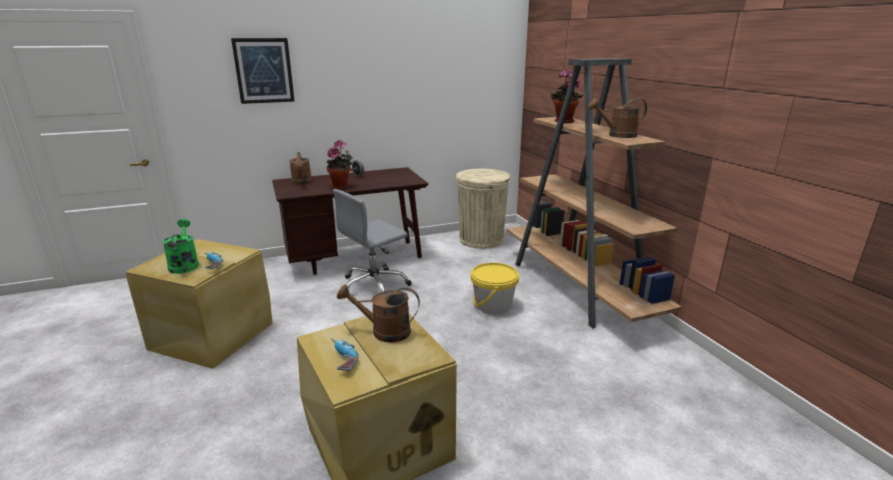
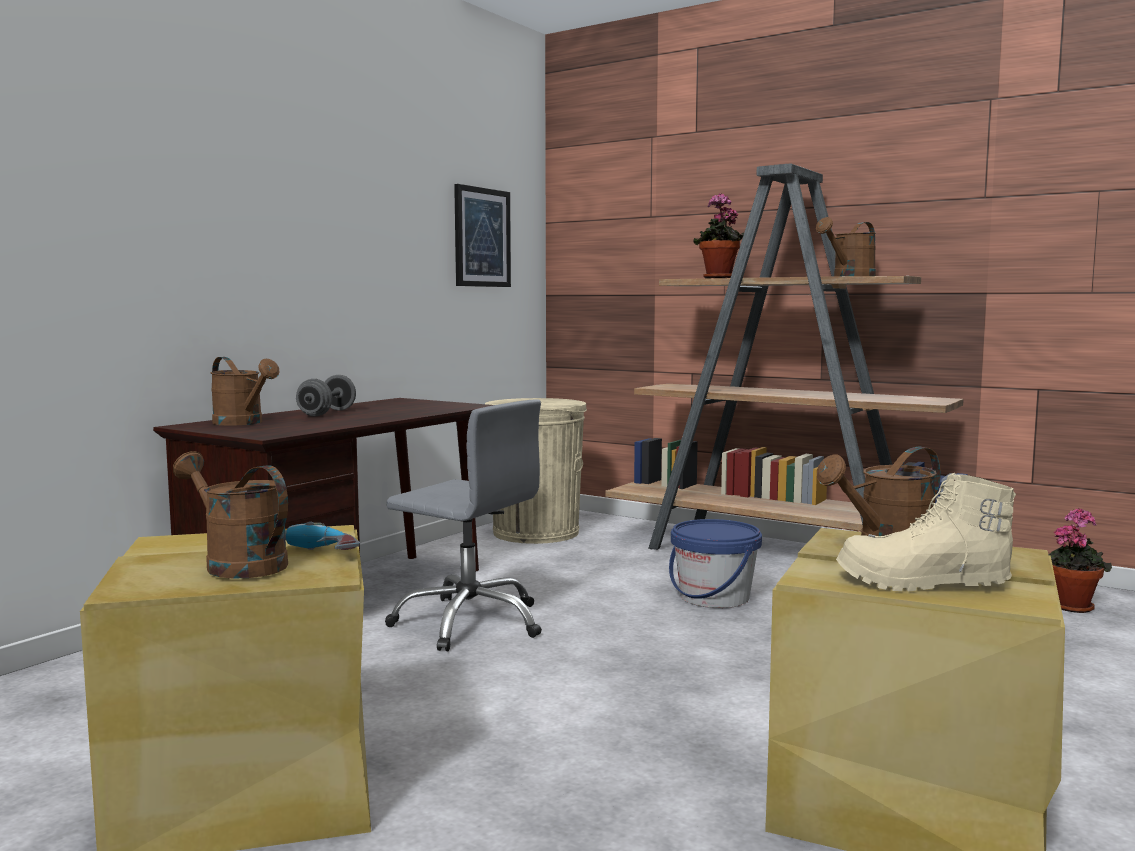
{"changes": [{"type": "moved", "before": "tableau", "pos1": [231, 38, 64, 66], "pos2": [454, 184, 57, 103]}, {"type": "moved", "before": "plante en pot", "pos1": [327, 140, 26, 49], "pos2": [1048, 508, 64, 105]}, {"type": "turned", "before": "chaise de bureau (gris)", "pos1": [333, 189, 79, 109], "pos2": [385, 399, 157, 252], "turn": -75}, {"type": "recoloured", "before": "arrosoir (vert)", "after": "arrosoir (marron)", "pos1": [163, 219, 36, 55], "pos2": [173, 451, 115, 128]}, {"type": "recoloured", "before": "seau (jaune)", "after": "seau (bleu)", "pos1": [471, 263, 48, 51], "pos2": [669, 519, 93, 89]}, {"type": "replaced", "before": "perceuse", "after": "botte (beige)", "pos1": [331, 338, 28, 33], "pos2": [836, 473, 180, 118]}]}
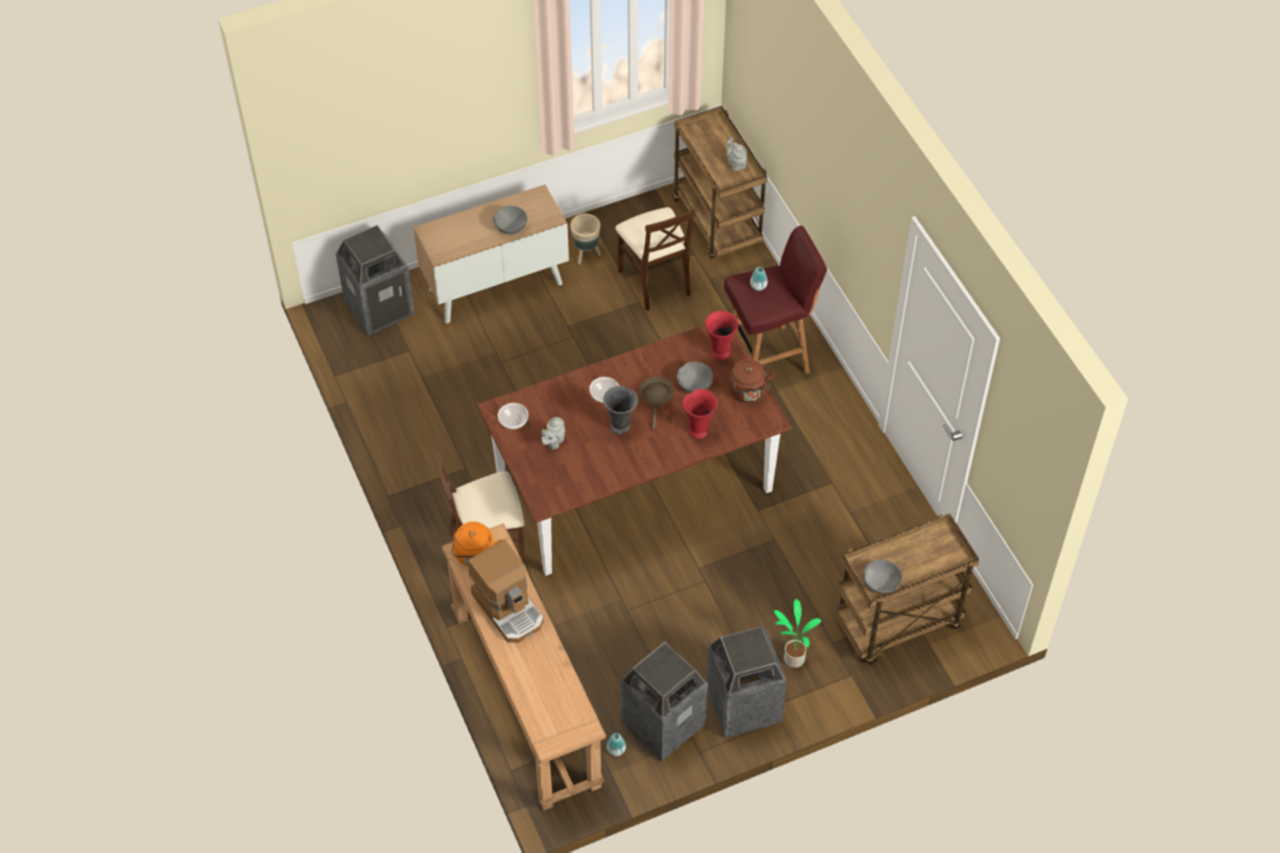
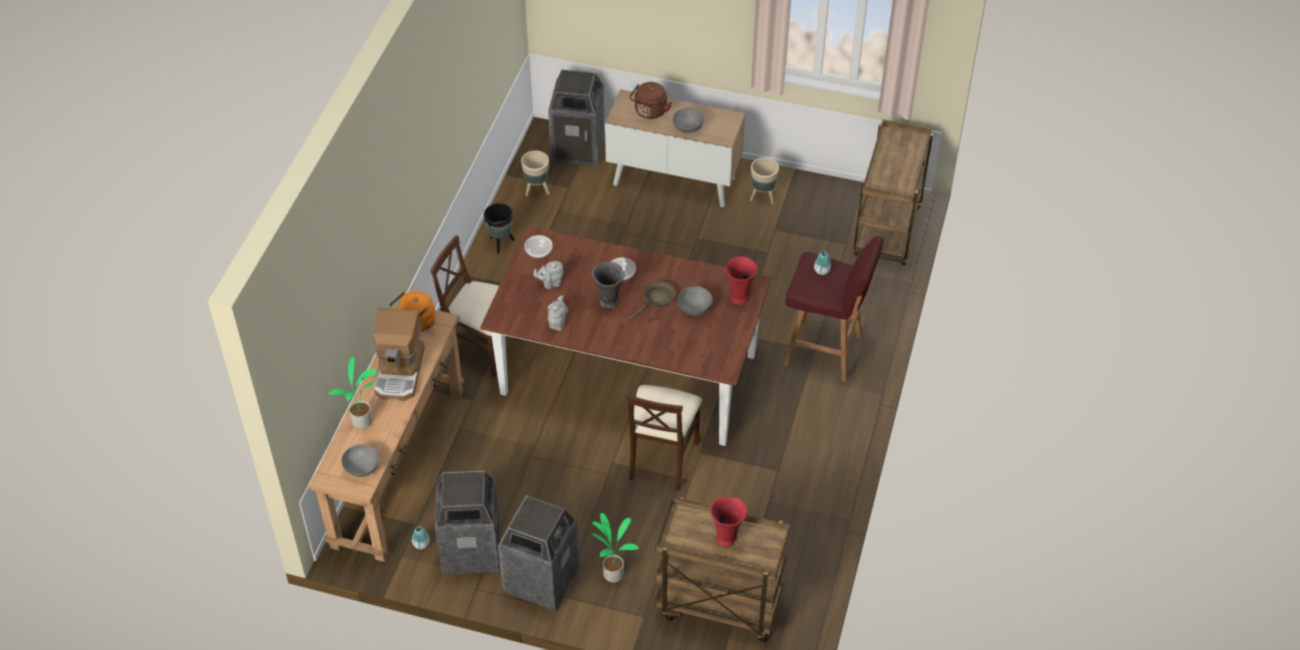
{"changes": [{"type": "moved", "before": "théière (gris)", "pos1": [726, 137, 21, 34], "pos2": [548, 295, 20, 36]}, {"type": "moved", "before": "chaise (beige)", "pos1": [615, 207, 80, 104], "pos2": [626, 385, 76, 105]}, {"type": "moved", "before": "bouilloire (marron)", "pos1": [729, 359, 46, 44], "pos2": [629, 82, 43, 37]}, {"type": "moved", "before": "vase (rouge)", "pos1": [683, 389, 35, 50], "pos2": [710, 497, 37, 50]}, {"type": "moved", "before": "bol (gris)", "pos1": [863, 559, 39, 35], "pos2": [342, 444, 37, 33]}, {"type": "added", "after": "cache-pot (beige)", "pos2": [521, 151, 29, 46]}, {"type": "added", "after": "cache-pot (noir)", "pos2": [484, 203, 30, 51]}, {"type": "added", "after": "plante en pot", "pos2": [329, 356, 48, 73]}]}
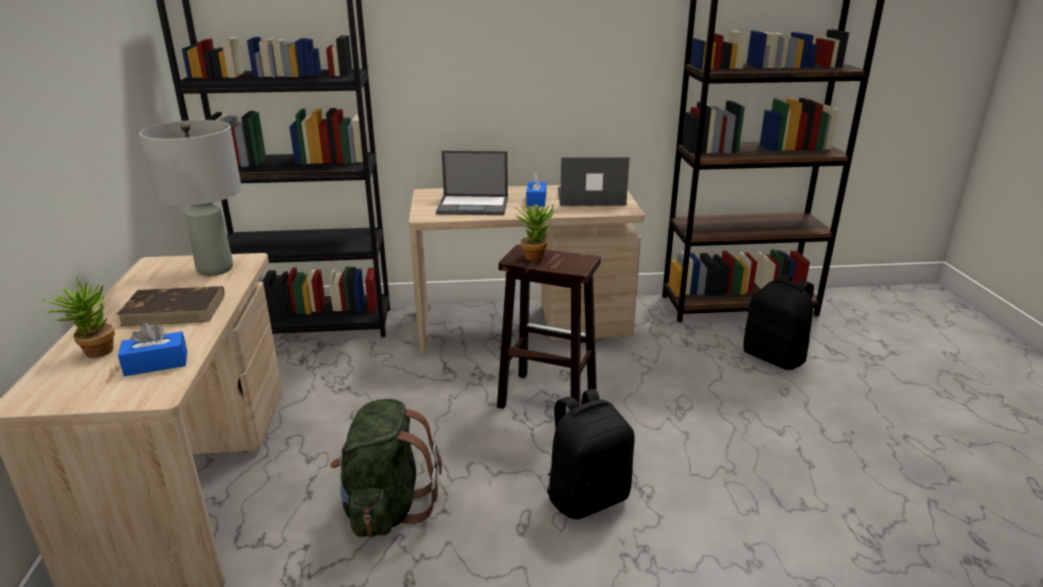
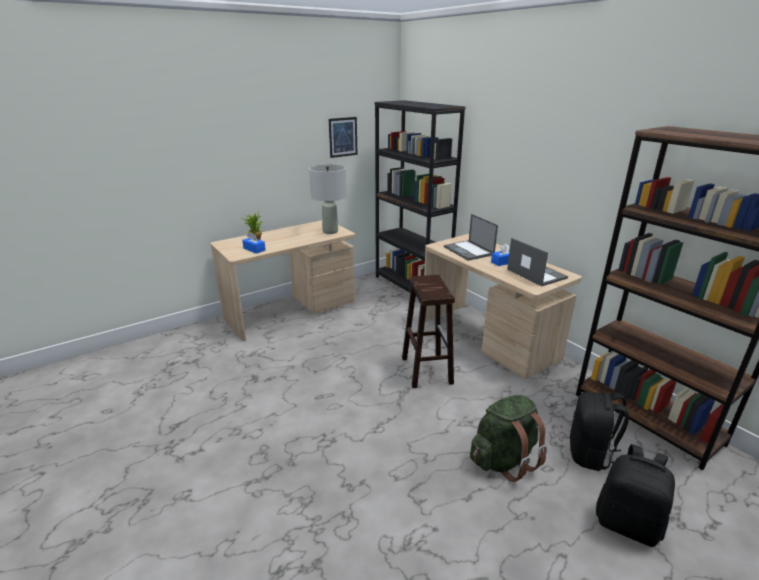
{"changes": [{"type": "removed", "before": "plante en pot", "pos1": [514, 204, 41, 57]}, {"type": "removed", "before": "livre (marron)", "pos1": [117, 286, 108, 40]}, {"type": "moved", "before": "sac à dos (noir)", "pos1": [547, 389, 87, 130], "pos2": [596, 444, 79, 103]}, {"type": "moved", "before": "sac à dos (vert)", "pos1": [330, 399, 112, 138], "pos2": [470, 395, 77, 87]}, {"type": "added", "after": "tableau", "pos2": [329, 117, 29, 41]}]}
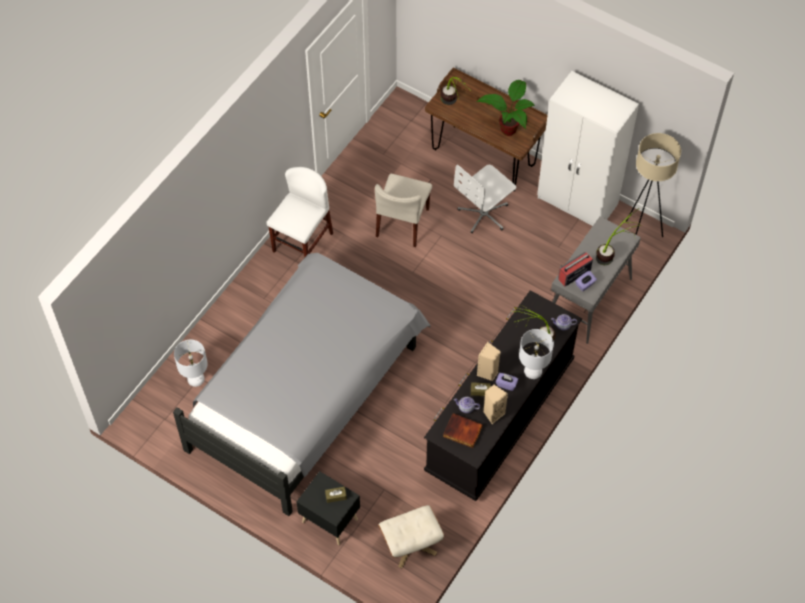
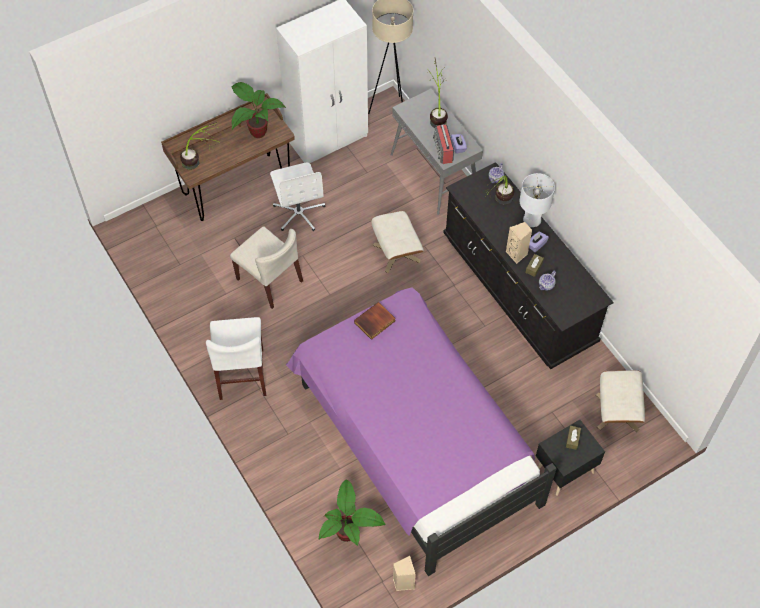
{"changes": [{"type": "turned", "before": "chaise (blanc)", "pos1": [266, 167, 67, 91], "pos2": [206, 317, 60, 83], "turn": -150}, {"type": "recoloured", "before": "lit (gris)", "after": "lit (violet)", "pos1": [173, 253, 258, 263], "pos2": [286, 287, 271, 289]}, {"type": "replaced", "before": "lampe de table (blanc)", "after": "plante en pot", "pos1": [174, 340, 34, 47], "pos2": [318, 479, 68, 67]}, {"type": "moved", "before": "enceinte (beige)", "pos1": [483, 385, 25, 39], "pos2": [393, 556, 23, 35]}, {"type": "moved", "before": "livre", "pos1": [443, 413, 40, 35], "pos2": [354, 302, 42, 38]}, {"type": "added", "after": "pouf (beige)", "pos2": [371, 211, 53, 62]}]}
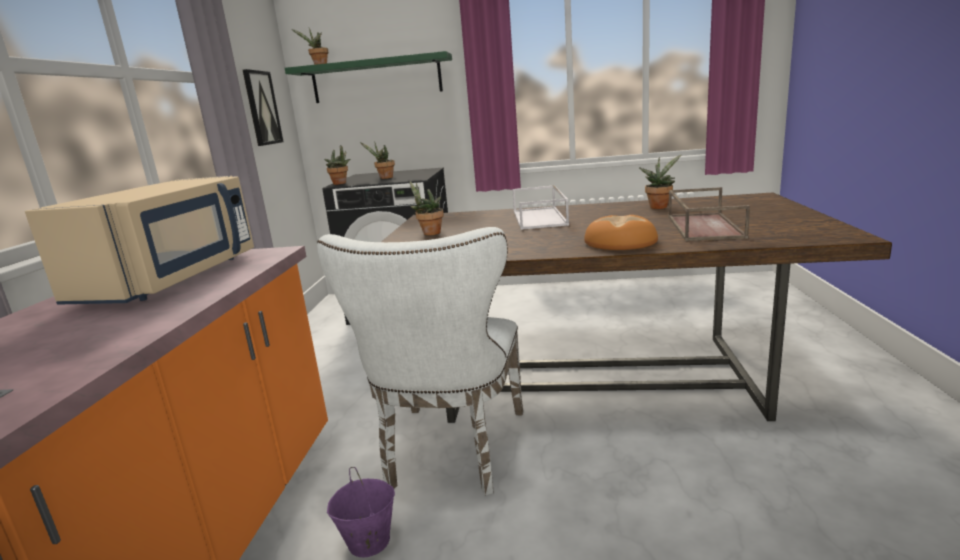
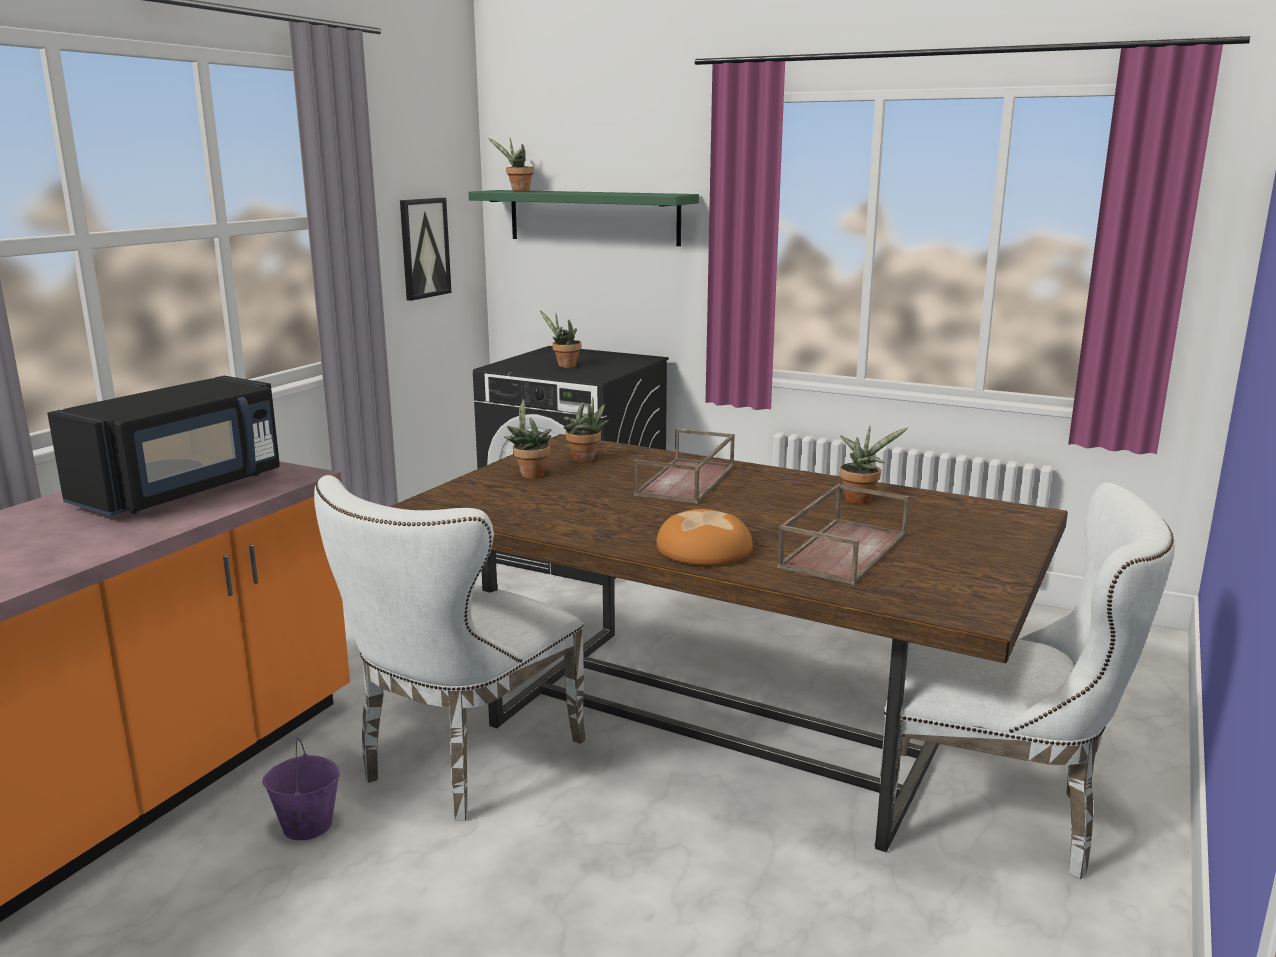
{"changes": [{"type": "moved", "before": "plante en pot", "pos1": [325, 145, 25, 40], "pos2": [564, 397, 45, 65]}, {"type": "recoloured", "before": "micro-ondes (beige)", "after": "micro-ondes (noir)", "pos1": [25, 176, 229, 129], "pos2": [47, 376, 233, 140]}, {"type": "recoloured", "before": "plateau (blanc)", "after": "plateau (marron)", "pos1": [512, 185, 57, 45], "pos2": [634, 429, 101, 75]}, {"type": "added", "after": "chaise (blanc)", "pos2": [874, 483, 301, 396]}]}
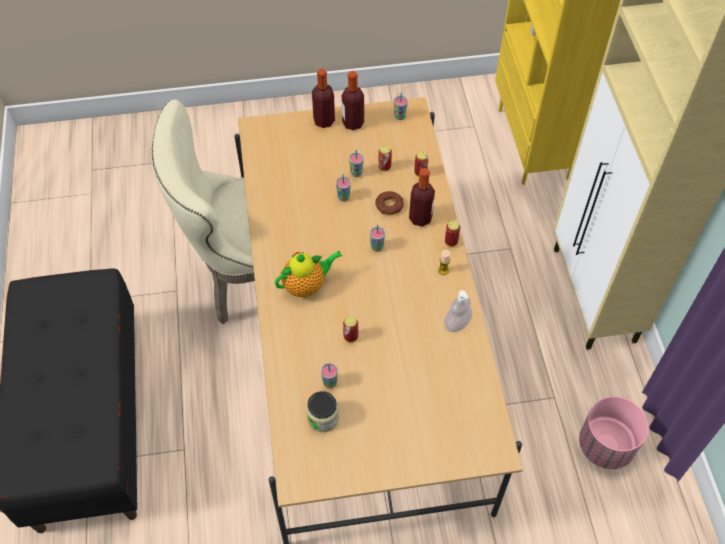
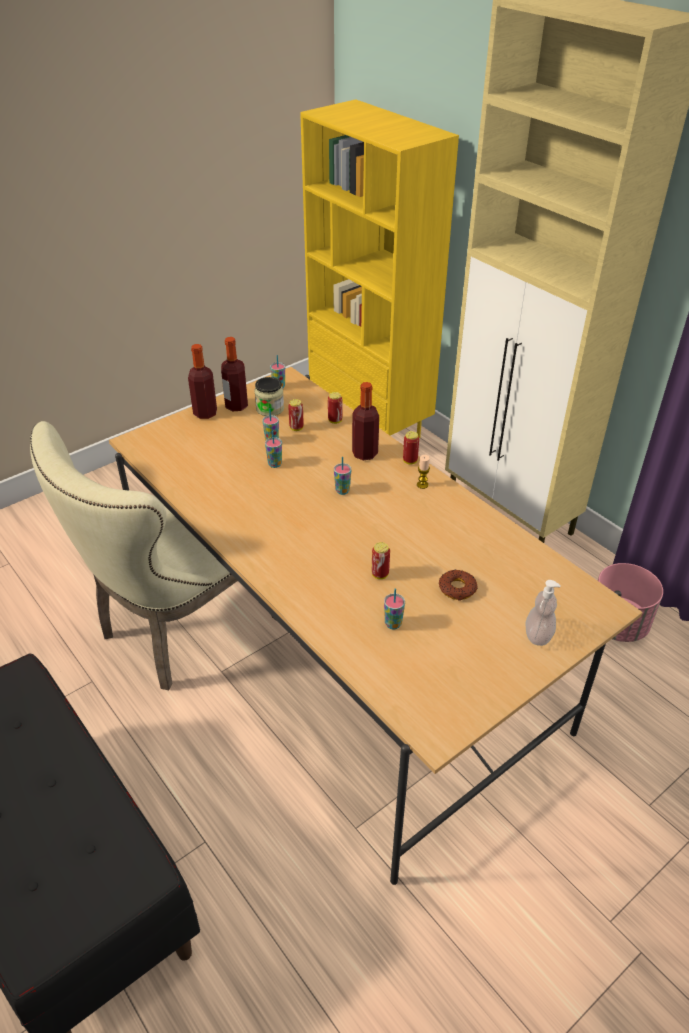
{"changes": [{"type": "moved", "before": "beignet", "pos1": [375, 191, 29, 24], "pos2": [439, 570, 39, 31]}, {"type": "removed", "before": "théière", "pos1": [275, 251, 67, 46]}, {"type": "moved", "before": "distributeur de savon", "pos1": [444, 290, 28, 42], "pos2": [526, 580, 35, 66]}, {"type": "moved", "before": "bocal", "pos1": [306, 391, 33, 41], "pos2": [254, 377, 30, 39]}]}
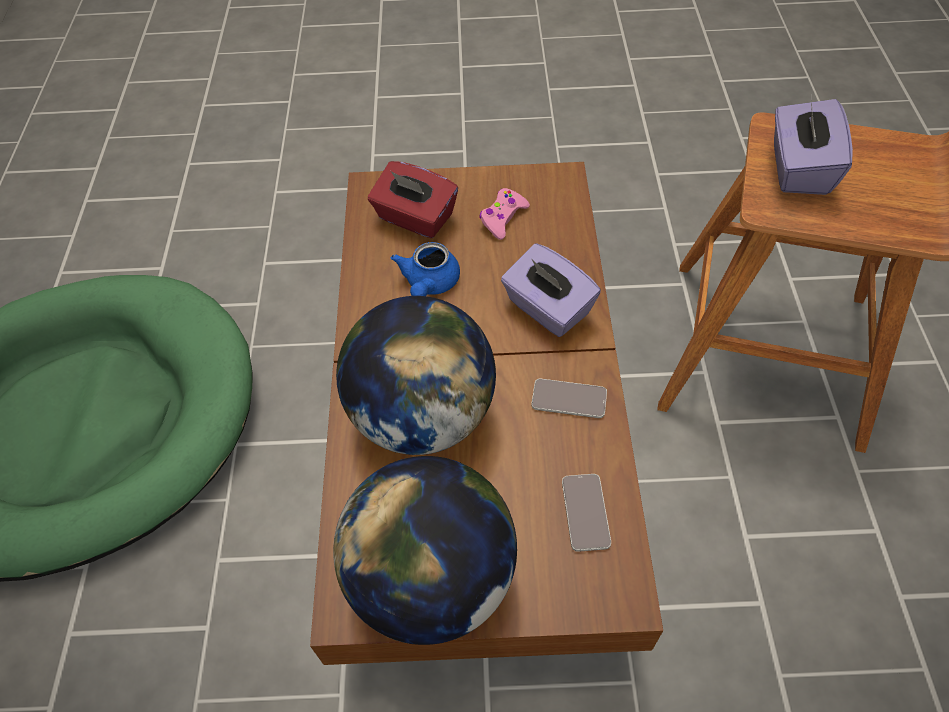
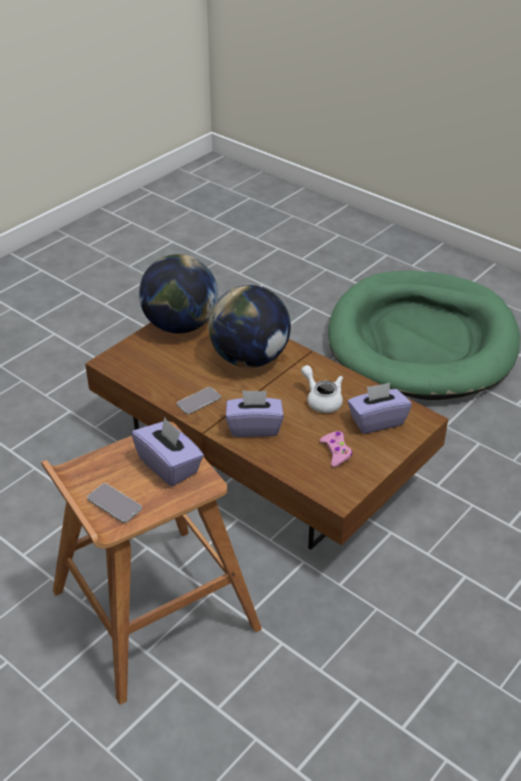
{"changes": [{"type": "recoloured", "before": "boîte à mouchoirs (rouge)", "after": "boîte à mouchoirs (violet)", "pos1": [368, 161, 90, 77], "pos2": [347, 383, 65, 51]}, {"type": "recoloured", "before": "théière (bleu)", "after": "théière (blanc)", "pos1": [391, 242, 69, 54], "pos2": [301, 365, 42, 48]}, {"type": "moved", "before": "téléphone", "pos1": [562, 474, 49, 78], "pos2": [87, 483, 55, 40]}]}
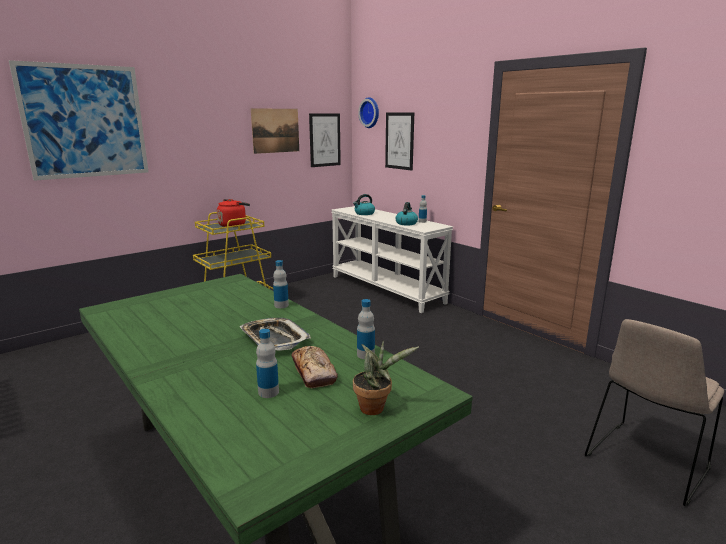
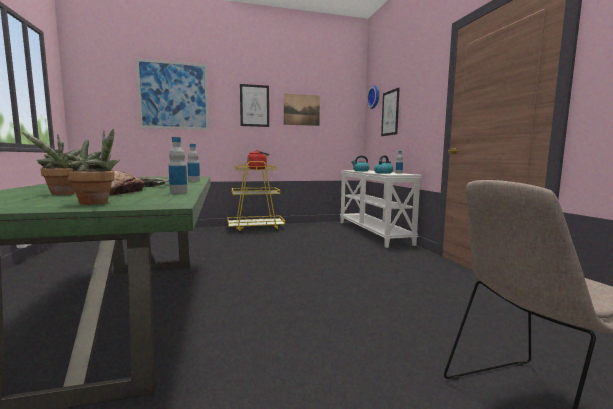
{"changes": [{"type": "moved", "before": "tableau", "pos1": [309, 113, 32, 54], "pos2": [240, 84, 29, 43]}, {"type": "replaced", "before": "bouteille", "after": "plante en pot", "pos1": [256, 329, 23, 69], "pos2": [21, 132, 60, 63]}]}
